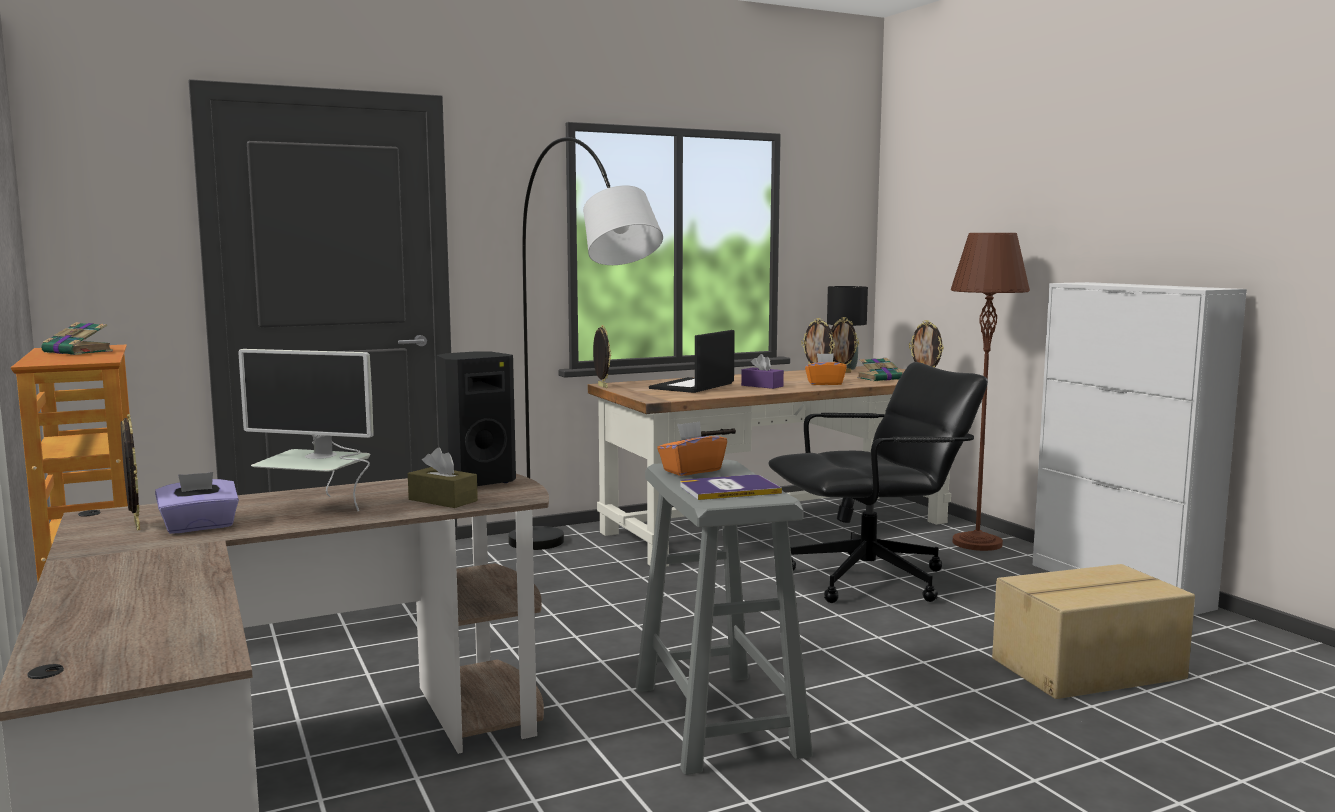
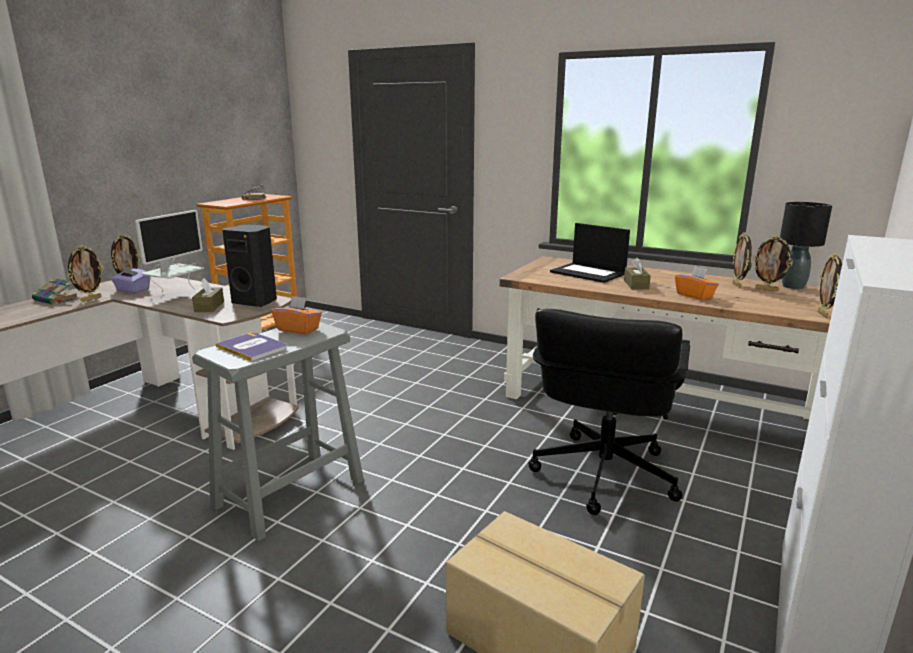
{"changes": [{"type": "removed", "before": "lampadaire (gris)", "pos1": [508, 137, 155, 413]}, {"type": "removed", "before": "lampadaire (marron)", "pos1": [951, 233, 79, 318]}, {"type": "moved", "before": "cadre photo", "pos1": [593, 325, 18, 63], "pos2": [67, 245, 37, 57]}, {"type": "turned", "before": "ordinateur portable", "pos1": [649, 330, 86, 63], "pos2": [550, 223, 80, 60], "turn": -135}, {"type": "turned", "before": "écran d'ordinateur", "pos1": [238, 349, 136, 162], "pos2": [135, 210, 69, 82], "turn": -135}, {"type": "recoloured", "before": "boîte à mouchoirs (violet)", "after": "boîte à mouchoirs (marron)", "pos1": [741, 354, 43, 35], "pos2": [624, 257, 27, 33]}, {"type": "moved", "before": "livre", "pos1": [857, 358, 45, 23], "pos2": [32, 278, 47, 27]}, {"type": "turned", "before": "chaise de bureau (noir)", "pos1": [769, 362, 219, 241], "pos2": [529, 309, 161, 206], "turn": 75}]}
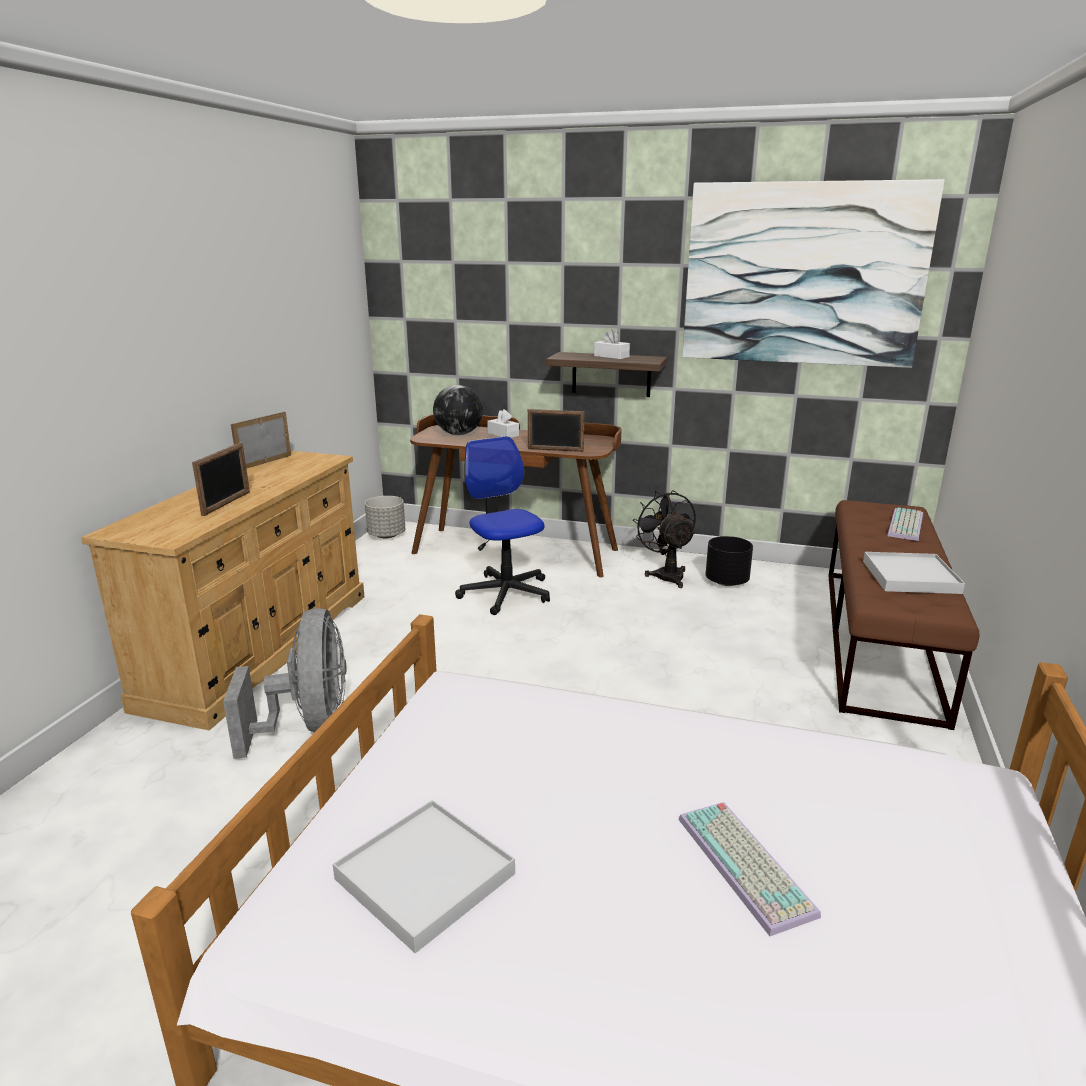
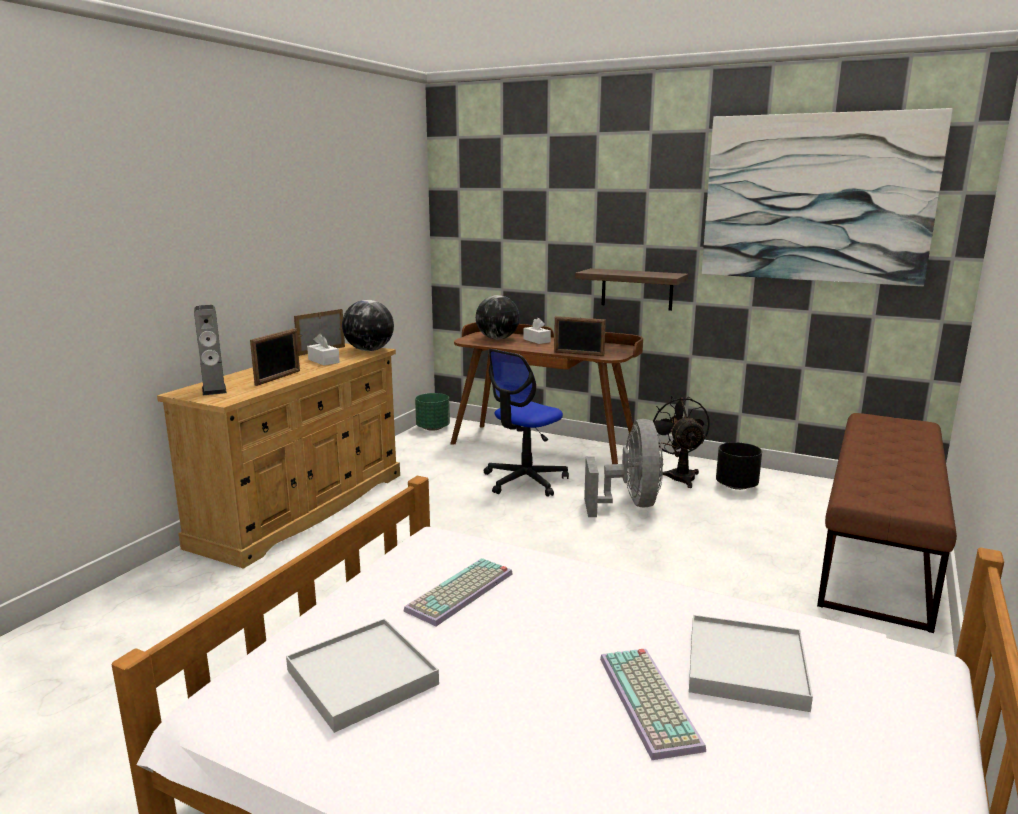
{"changes": [{"type": "moved", "before": "boîte à mouchoirs (blanc)", "pos1": [594, 329, 36, 30], "pos2": [307, 334, 33, 32]}, {"type": "turned", "before": "chaise de bureau", "pos1": [455, 436, 95, 179], "pos2": [484, 349, 85, 148], "turn": -120}, {"type": "recoloured", "before": "cache-pot (gris)", "after": "cache-pot (vert)", "pos1": [365, 496, 40, 42], "pos2": [415, 393, 35, 38]}, {"type": "moved", "before": "clavier", "pos1": [887, 507, 36, 34], "pos2": [403, 558, 110, 68]}, {"type": "moved", "before": "plateau (blanc)", "pos1": [863, 552, 102, 42], "pos2": [689, 615, 124, 97]}, {"type": "moved", "before": "ventilateur (gris)", "pos1": [223, 608, 123, 151], "pos2": [584, 419, 79, 98]}, {"type": "added", "after": "globe", "pos2": [342, 300, 52, 51]}, {"type": "added", "after": "enceinte", "pos2": [194, 305, 33, 90]}]}
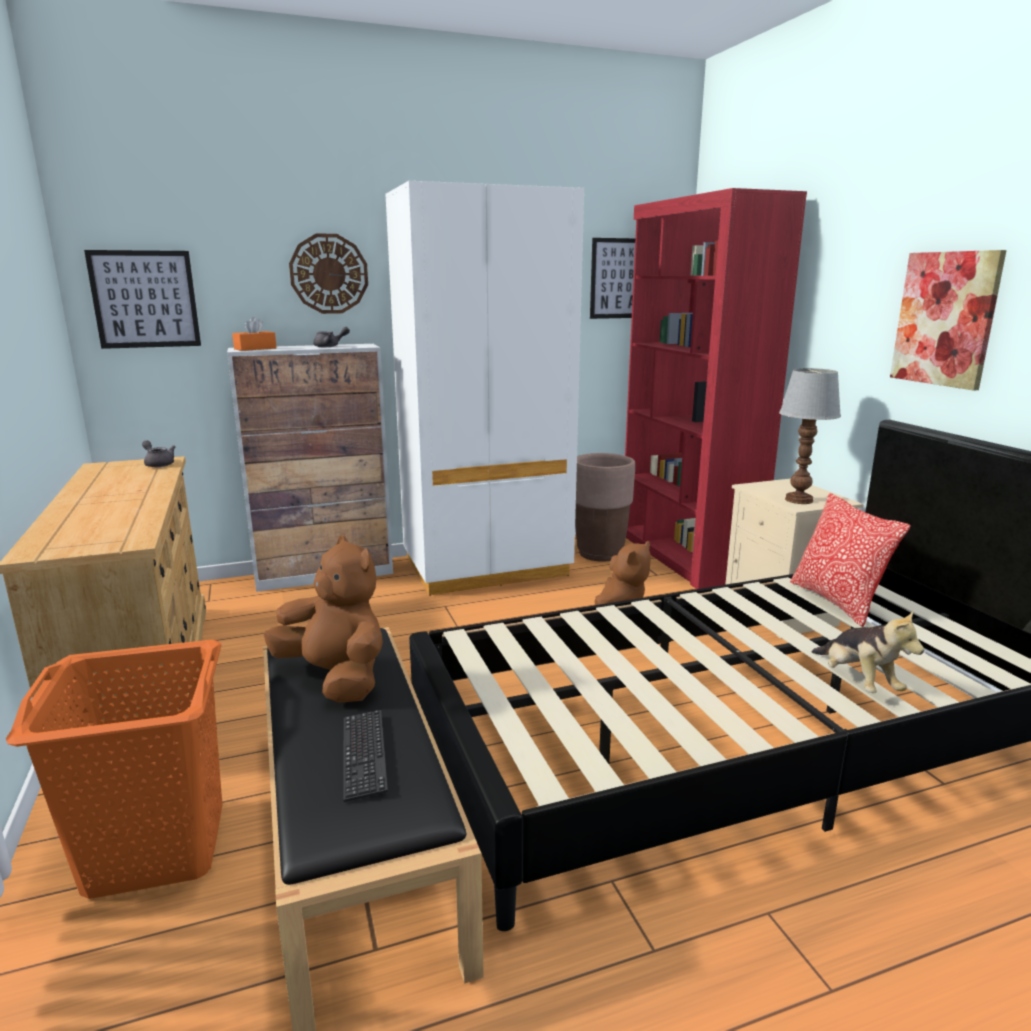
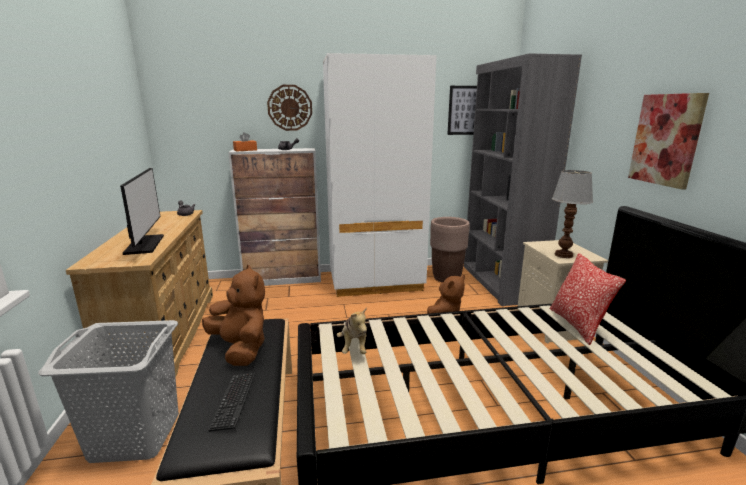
{"changes": [{"type": "recoloured", "before": "bibliothèque (rouge)", "after": "bibliothèque (gris)", "pos1": [625, 188, 182, 401], "pos2": [464, 53, 118, 253]}, {"type": "removed", "before": "tableau", "pos1": [84, 250, 117, 99]}, {"type": "moved", "before": "peluche", "pos1": [812, 611, 112, 82], "pos2": [337, 307, 30, 47]}, {"type": "recoloured", "before": "panier à linge (orange)", "after": "panier à linge (gris)", "pos1": [6, 639, 217, 260], "pos2": [38, 320, 141, 143]}, {"type": "added", "after": "écran d'ordinateur", "pos2": [120, 168, 44, 87]}]}
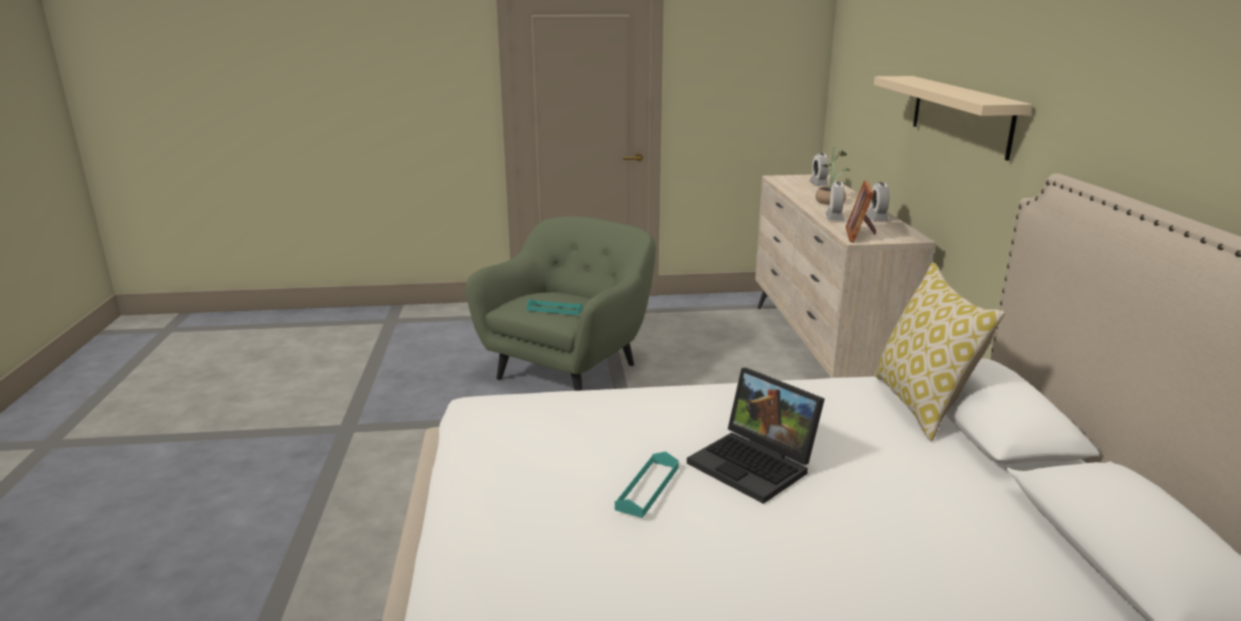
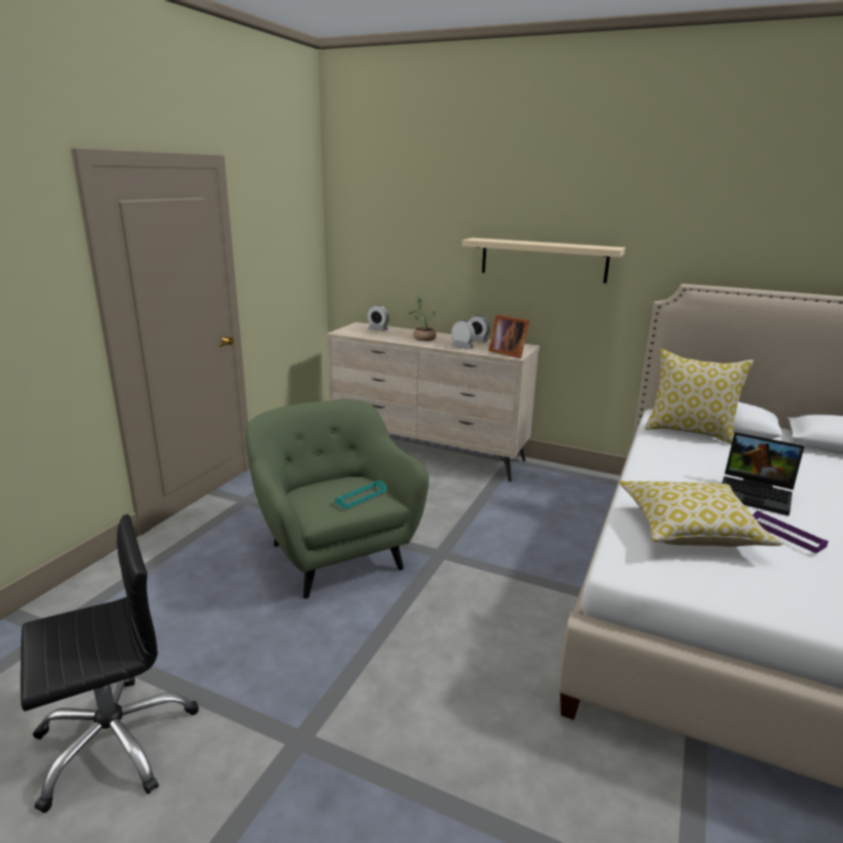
{"changes": [{"type": "turned", "before": "ordinateur portable", "pos1": [687, 368, 138, 136], "pos2": [722, 432, 82, 84], "turn": 45}, {"type": "recoloured", "before": "plateau (turquoise)", "after": "plateau (violet)", "pos1": [615, 452, 64, 66], "pos2": [753, 510, 75, 44]}, {"type": "added", "after": "coussin", "pos2": [619, 481, 164, 66]}, {"type": "added", "after": "chaise de bureau (noir)", "pos2": [20, 514, 179, 299]}]}
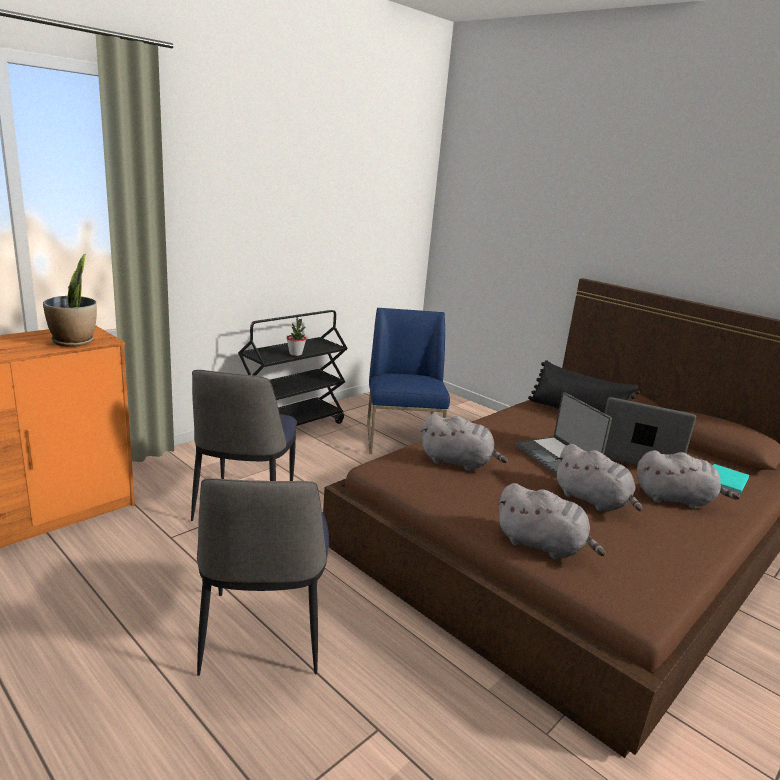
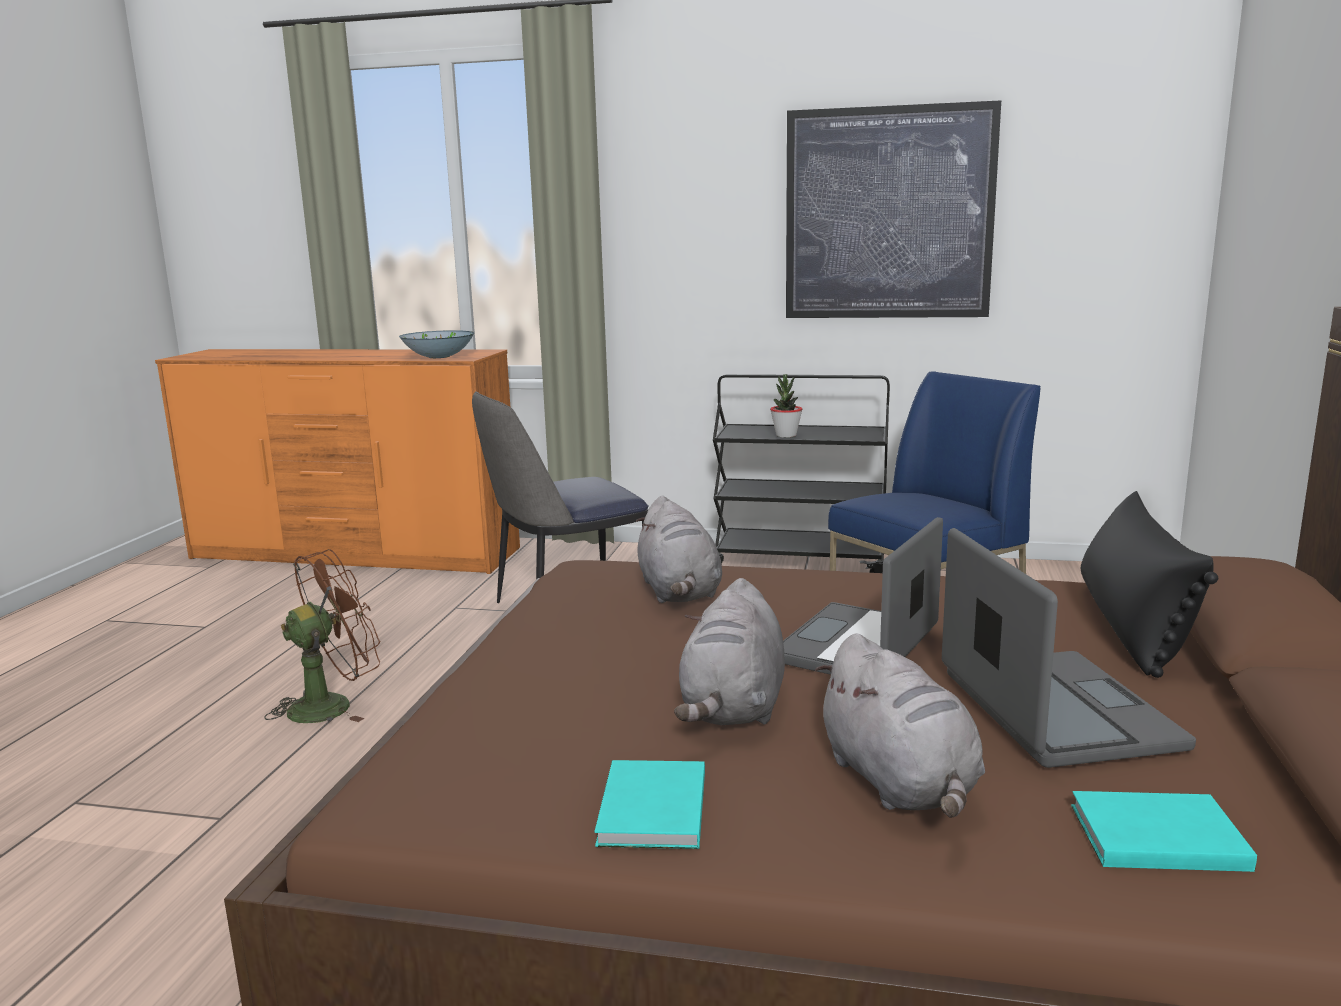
{"changes": [{"type": "replaced", "before": "plante en pot", "after": "bol", "pos1": [43, 254, 54, 93], "pos2": [399, 330, 75, 28]}, {"type": "replaced", "before": "chaise", "after": "ventilateur (marron)", "pos1": [197, 478, 132, 198], "pos2": [264, 549, 116, 174]}, {"type": "removed", "before": "peluche (gris)", "pos1": [497, 483, 109, 76]}, {"type": "added", "after": "tableau", "pos2": [786, 100, 215, 218]}, {"type": "added", "after": "livre (turquoise)", "pos2": [595, 760, 110, 89]}]}
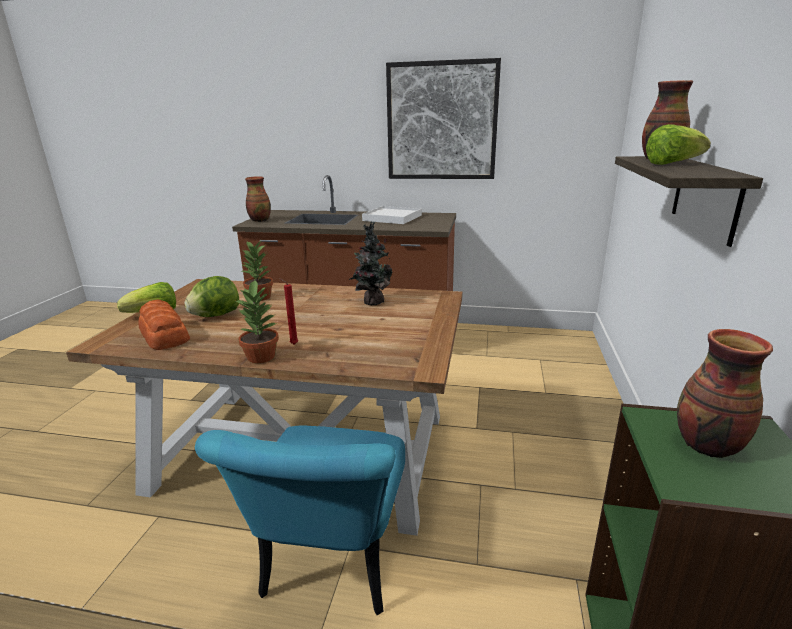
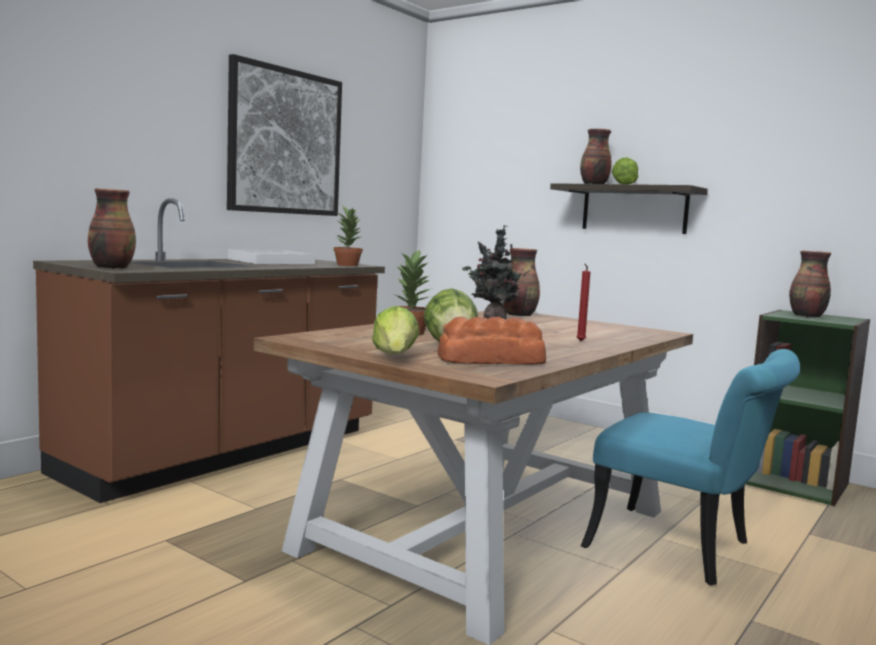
{"changes": [{"type": "moved", "before": "plante en pot", "pos1": [234, 280, 45, 83], "pos2": [334, 205, 29, 61]}, {"type": "added", "after": "vase", "pos2": [503, 248, 37, 68]}]}
